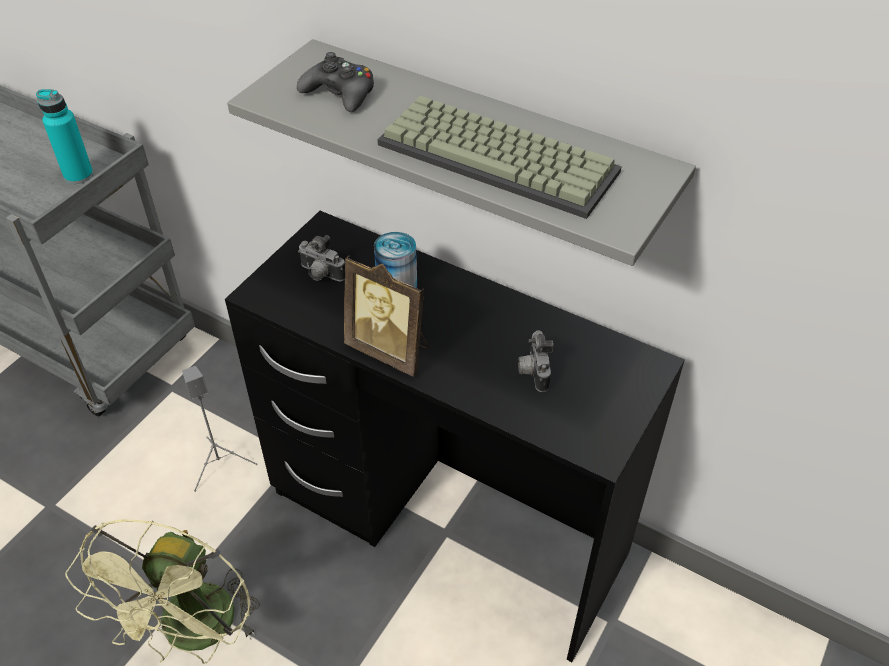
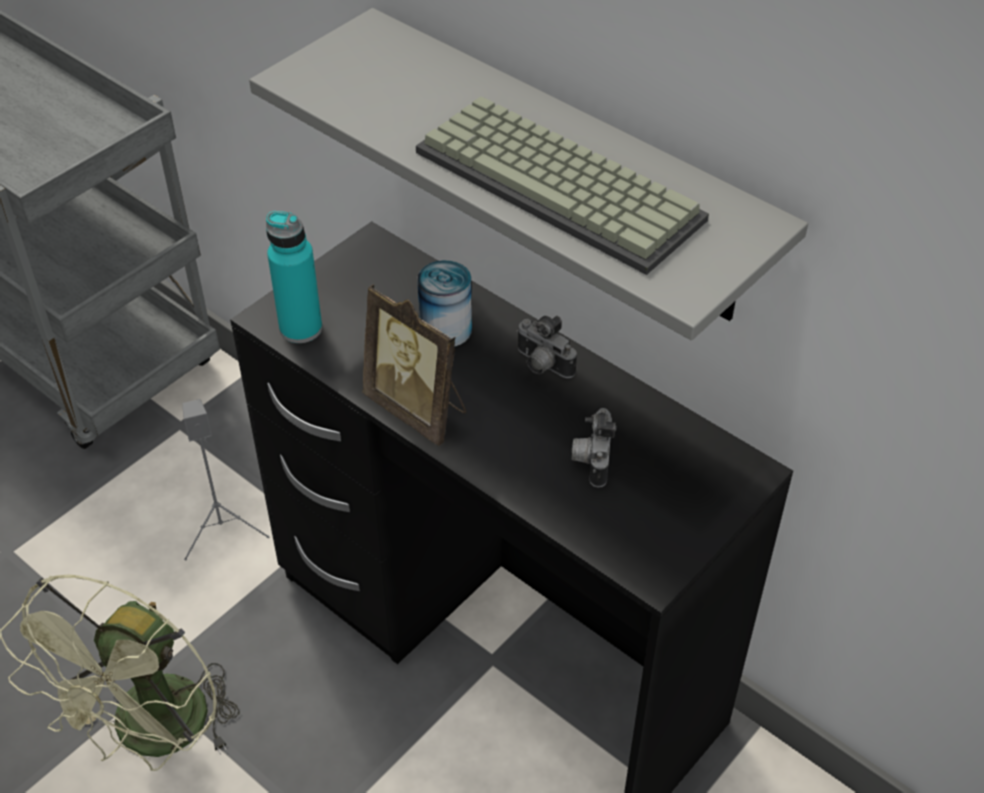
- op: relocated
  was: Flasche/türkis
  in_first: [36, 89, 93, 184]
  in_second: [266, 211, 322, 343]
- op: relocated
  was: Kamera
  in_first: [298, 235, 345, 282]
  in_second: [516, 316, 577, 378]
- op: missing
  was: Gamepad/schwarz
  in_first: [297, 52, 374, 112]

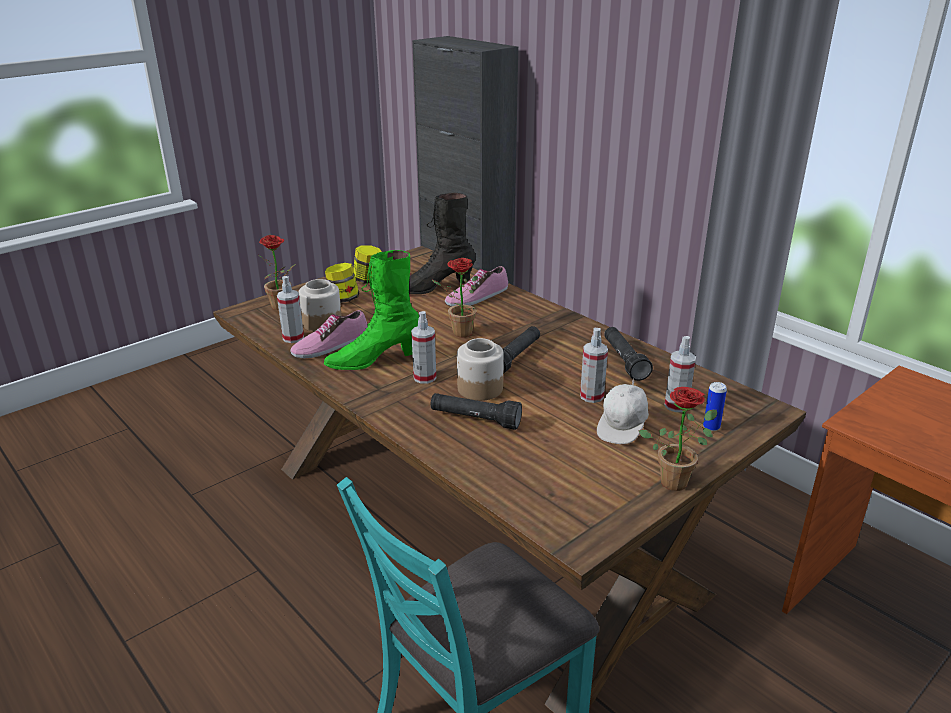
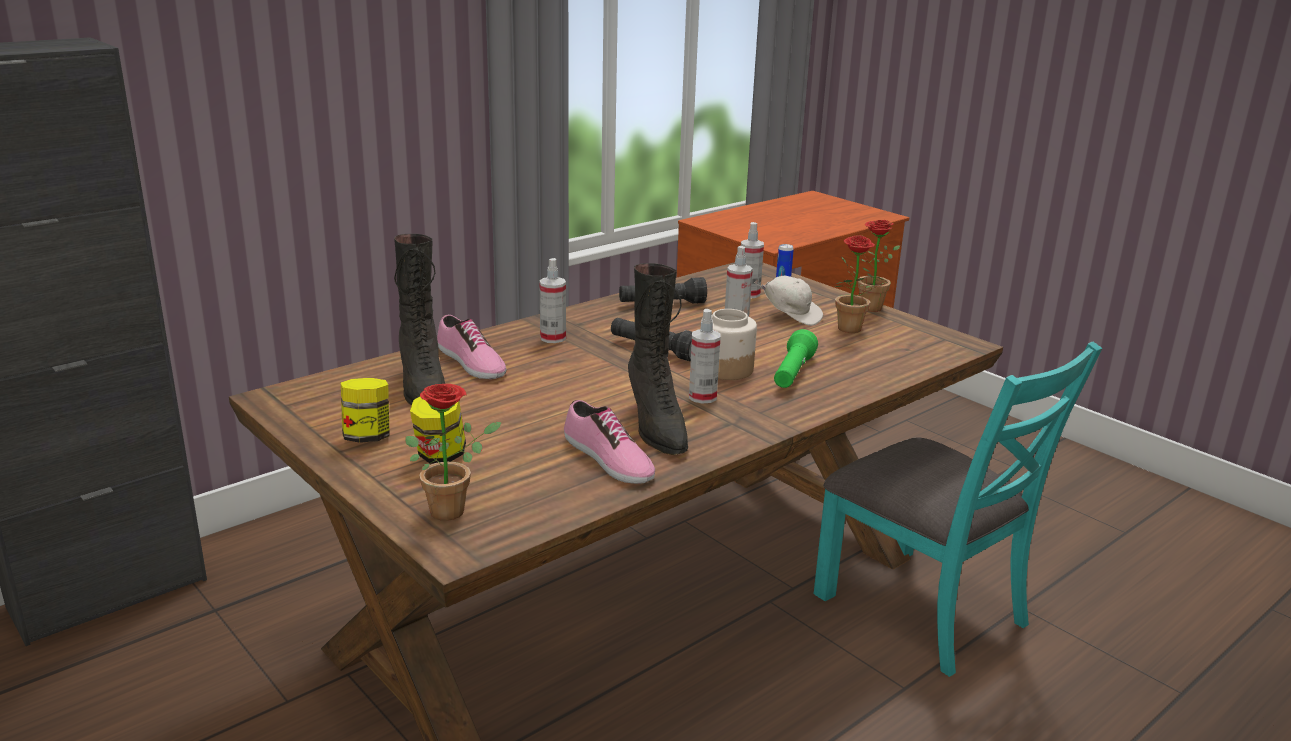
- op: relocated
  was: Sprühflasche
  in_first: [277, 276, 304, 343]
  in_second: [540, 258, 566, 343]
- op: colour
  was: Stiefel/grün
  now: Stiefel/schwarz
  in_first: [324, 250, 419, 370]
  in_second: [628, 263, 688, 455]
- op: colour
  was: Taschenlampe/schwarz
  now: Taschenlampe/grün
  in_first: [431, 393, 522, 430]
  in_second: [774, 329, 818, 388]
- op: relocated
  was: Topfpflanze
  in_first: [431, 258, 478, 338]
  in_second: [835, 235, 888, 333]
- op: missing
  was: Vorratsglas
  in_first: [298, 279, 342, 332]

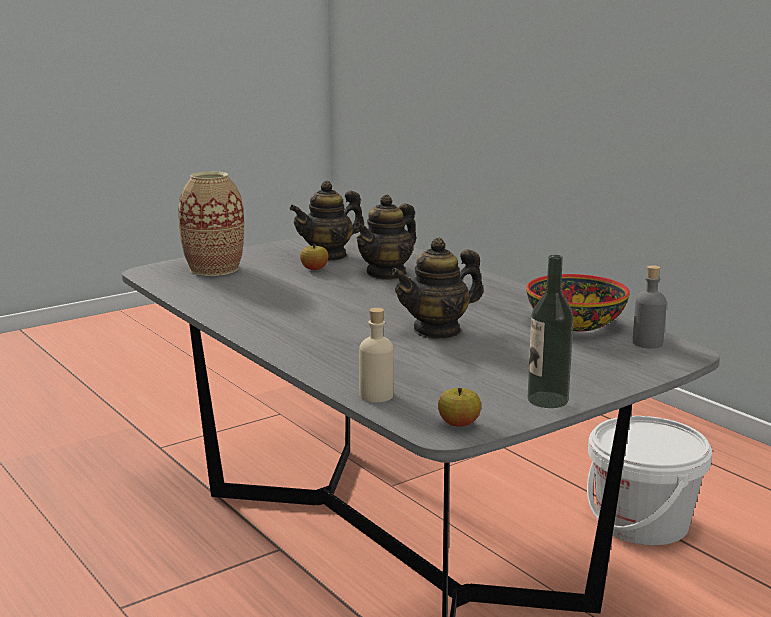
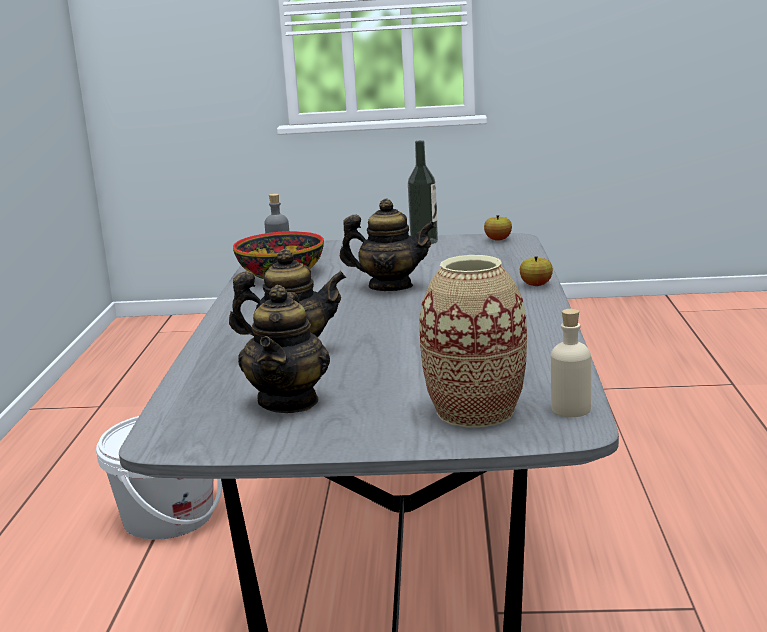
- op: spun
  was: Teekanne
  in_first: [289, 181, 364, 261]
  in_second: [238, 285, 330, 413]
  clockwise: 90
- op: relocated
  was: Apfel
  in_first: [300, 244, 328, 270]
  in_second: [520, 256, 553, 286]
- op: relocated
  was: Flasche/beige
  in_first: [359, 308, 394, 402]
  in_second: [551, 309, 591, 417]

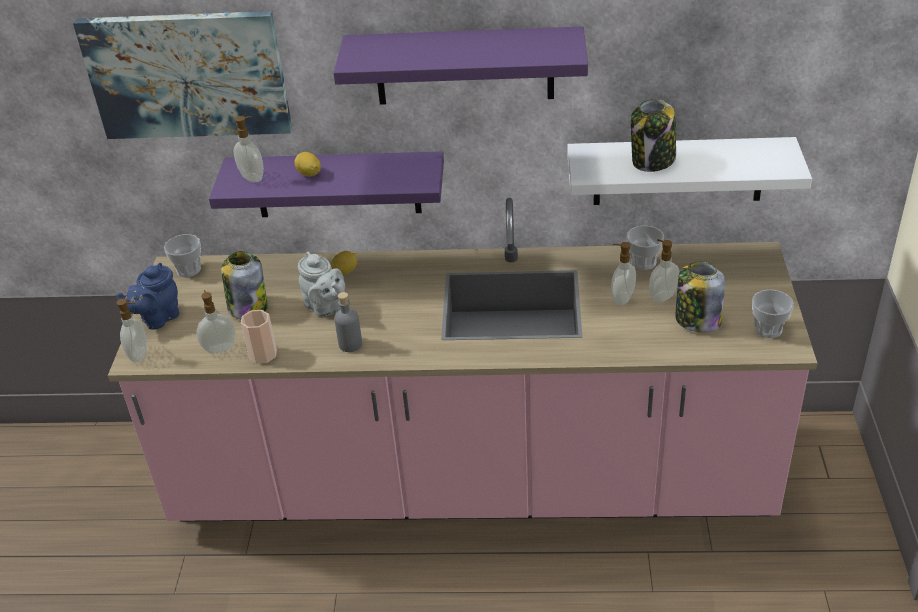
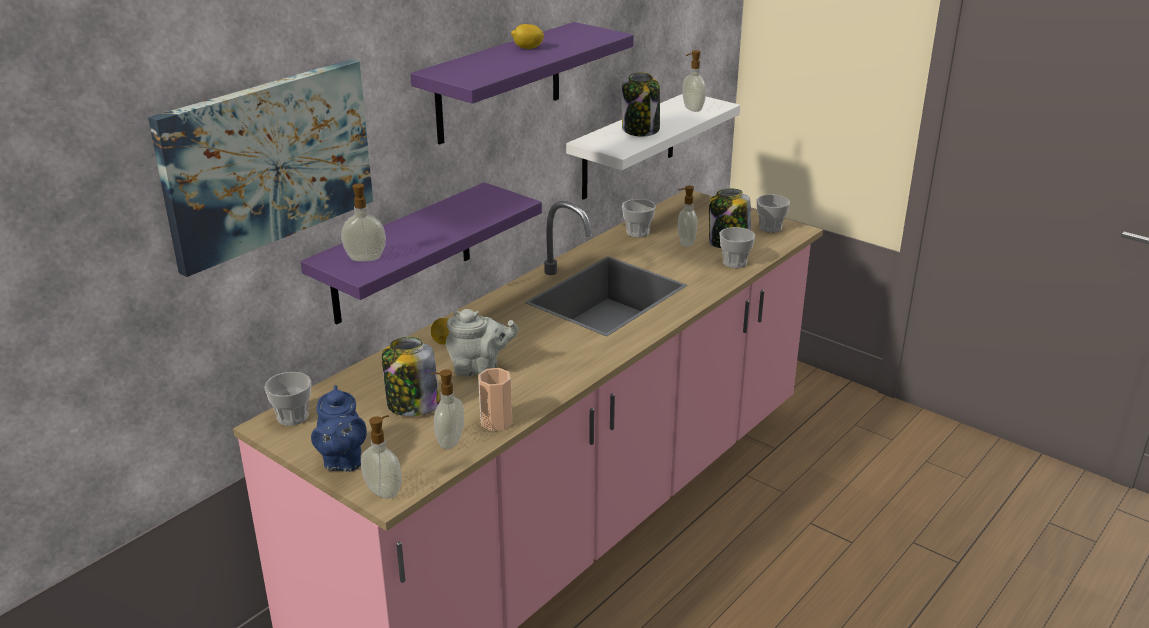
- op: relocated
  was: Zitrone
  in_first: [294, 152, 321, 177]
  in_second: [511, 24, 544, 49]
- op: relocated
  was: Seifenspender
  in_first: [611, 242, 636, 305]
  in_second: [682, 50, 706, 112]
- op: appeared
  now: Tasse
  in_second: [720, 227, 755, 268]
- op: missing
  was: Flasche/grau
  in_first: [334, 292, 362, 352]

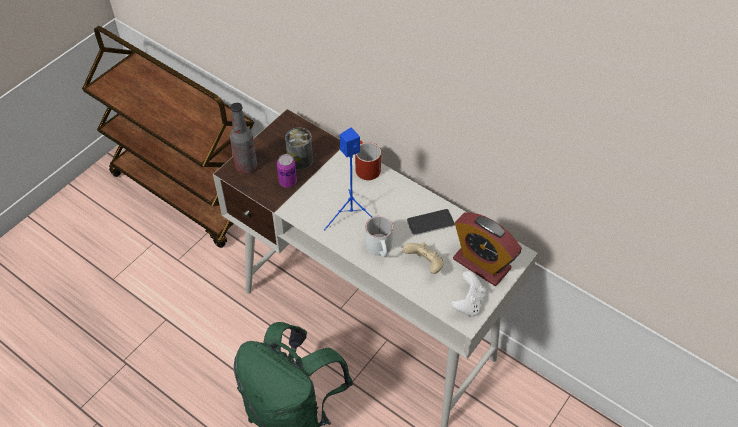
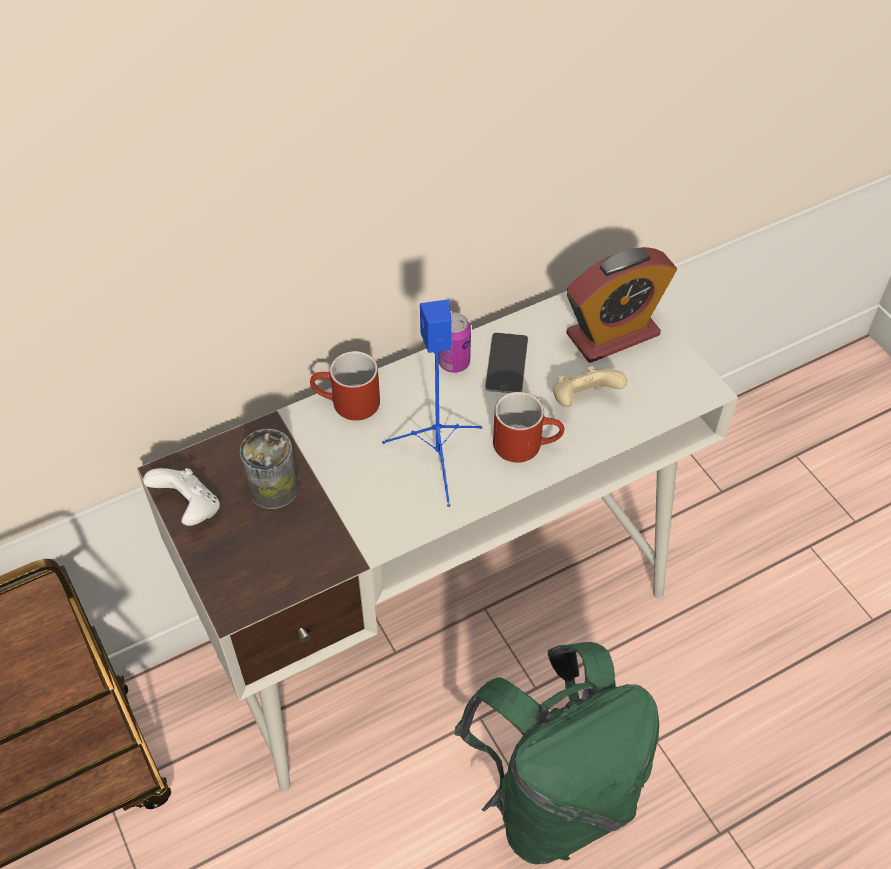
- op: relocated
  was: Gamepad/weiß
  in_first: [451, 271, 486, 316]
  in_second: [143, 468, 220, 526]
- op: relocated
  was: Dose
  in_first: [277, 154, 297, 188]
  in_second: [439, 313, 471, 373]
- op: colour
  was: Henkelbecher/weiß
  now: Henkelbecher/rot
  in_first: [365, 216, 393, 257]
  in_second: [493, 392, 564, 463]
- op: missing
  was: Flasche
  in_first: [230, 103, 257, 174]

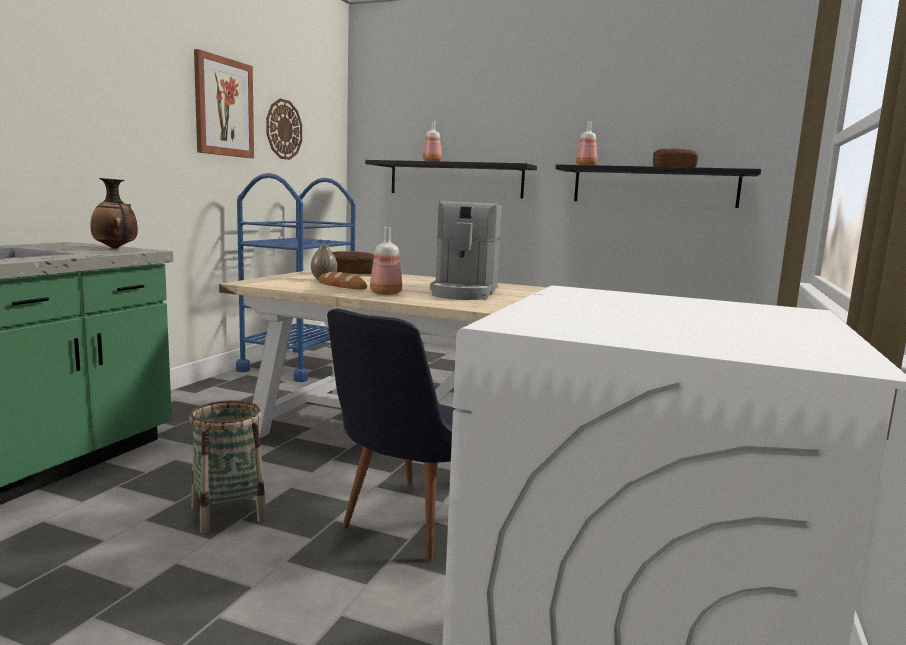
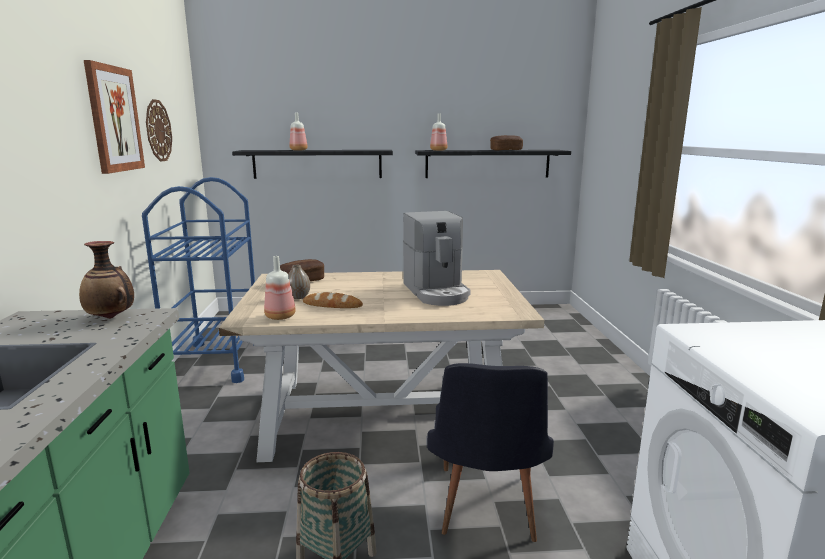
- op: relocated
  was: Flasche
  in_first: [370, 227, 402, 295]
  in_second: [264, 256, 296, 320]

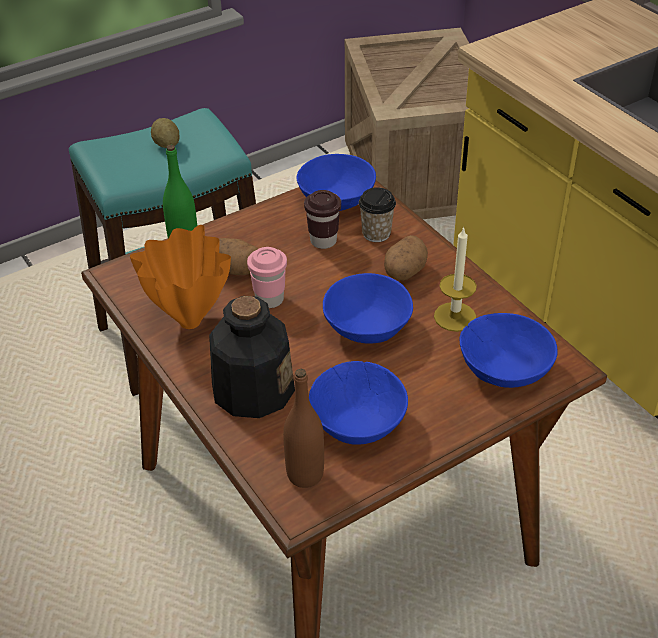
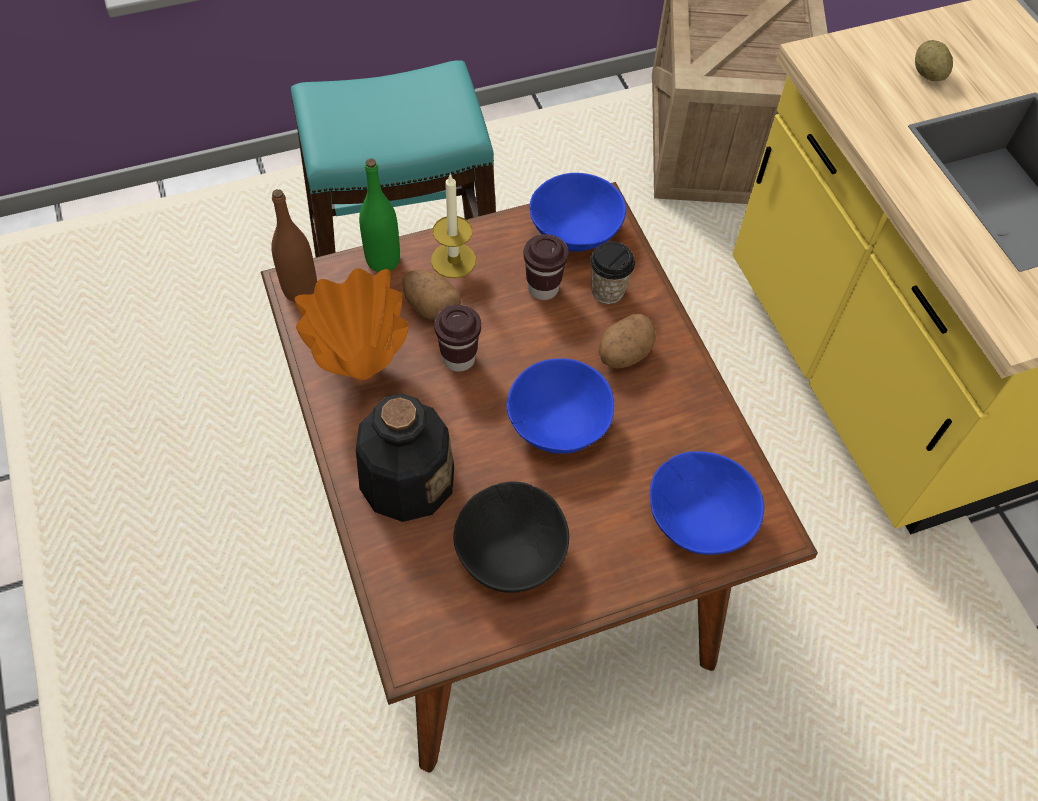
- op: relocated
  was: Flasche/braun
  in_first: [283, 369, 324, 488]
  in_second: [271, 189, 317, 302]
- op: relocated
  was: Kerze
  in_first: [434, 226, 477, 332]
  in_second: [431, 173, 476, 278]
- op: colour
  was: Tasse/rosa
  now: Tasse/braun
  in_first: [247, 247, 287, 308]
  in_second: [434, 305, 481, 372]
- op: colour
  was: Schüssel/blau
  now: Schüssel/schwarz
  in_first: [309, 361, 408, 445]
  in_second: [453, 481, 569, 593]
- op: relocated
  was: Kartoffel
  in_first: [151, 118, 180, 148]
  in_second: [915, 40, 953, 81]

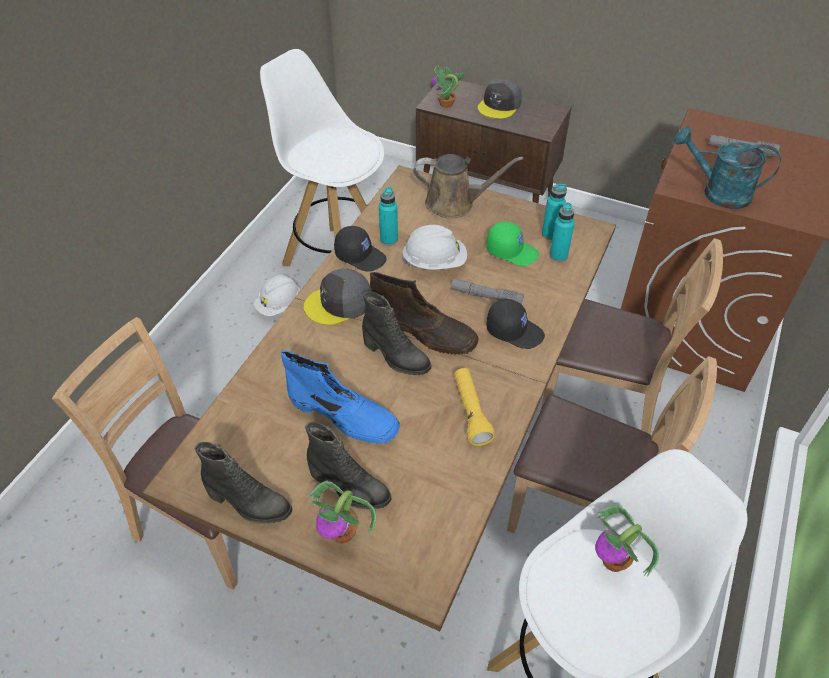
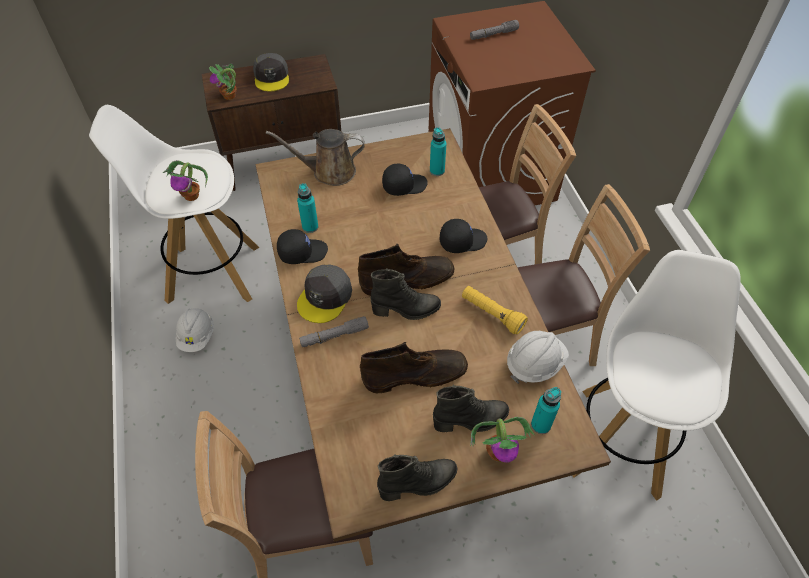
- op: relocated
  was: Topfpflanze
  in_first: [594, 505, 659, 576]
  in_second: [163, 160, 208, 201]
- op: spun
  was: Gießkanne/braun
  in_first: [413, 154, 523, 219]
  in_second: [266, 129, 365, 186]
  clockwise: -150
- op: relocated
  was: Taschenlampe/grau
  in_first: [451, 279, 524, 305]
  in_second: [299, 316, 369, 347]
- op: colour
  was: Stiefel/blau
  now: Stiefel/braun
  in_first: [281, 351, 400, 444]
  in_second: [360, 342, 468, 393]
- op: colour
  was: Kappe/grün
  now: Kappe/schwarz
  in_first: [486, 221, 539, 266]
  in_second: [382, 163, 428, 196]
- op: relocated
  was: Schutzhelm/weiß
  in_first: [402, 225, 467, 270]
  in_second: [507, 331, 569, 384]
- op: relocated
  was: Flasche/türkis
  in_first: [542, 184, 567, 240]
  in_second: [531, 387, 561, 434]
- op: missing
  was: Gießkanne/türkis
  in_first: [674, 127, 781, 209]

